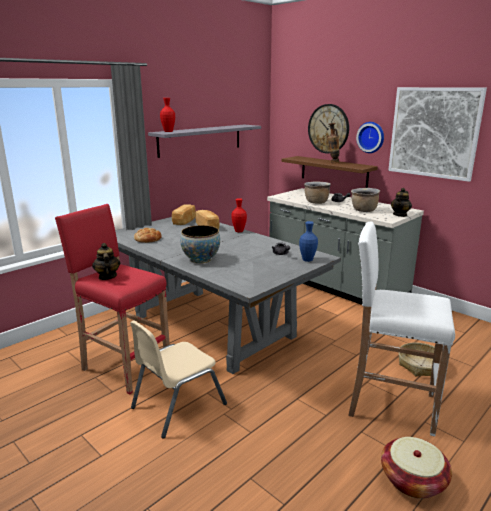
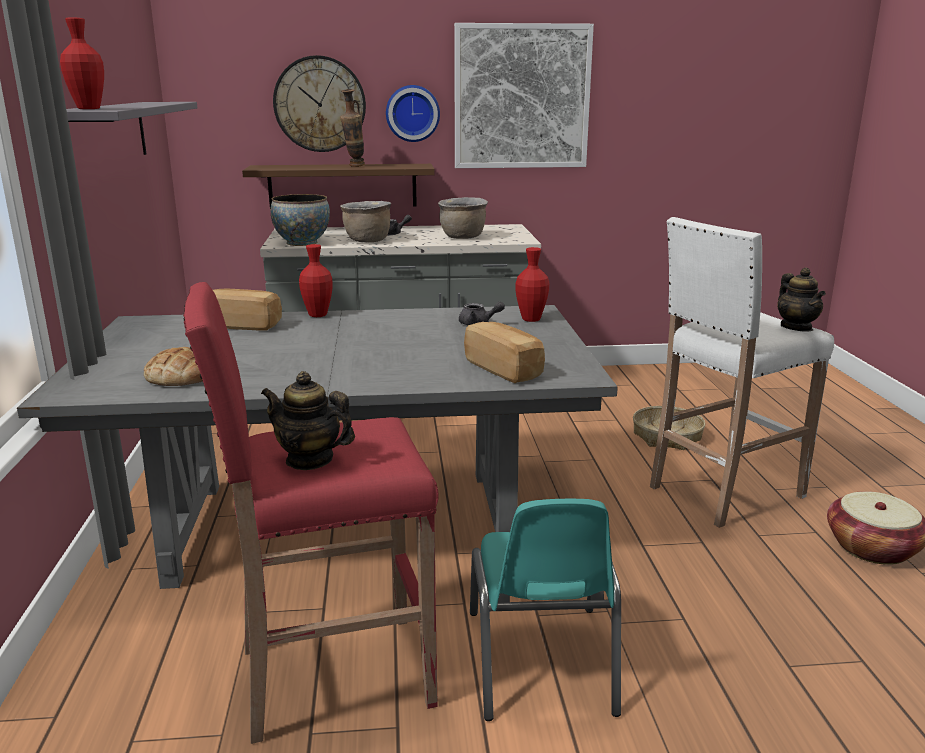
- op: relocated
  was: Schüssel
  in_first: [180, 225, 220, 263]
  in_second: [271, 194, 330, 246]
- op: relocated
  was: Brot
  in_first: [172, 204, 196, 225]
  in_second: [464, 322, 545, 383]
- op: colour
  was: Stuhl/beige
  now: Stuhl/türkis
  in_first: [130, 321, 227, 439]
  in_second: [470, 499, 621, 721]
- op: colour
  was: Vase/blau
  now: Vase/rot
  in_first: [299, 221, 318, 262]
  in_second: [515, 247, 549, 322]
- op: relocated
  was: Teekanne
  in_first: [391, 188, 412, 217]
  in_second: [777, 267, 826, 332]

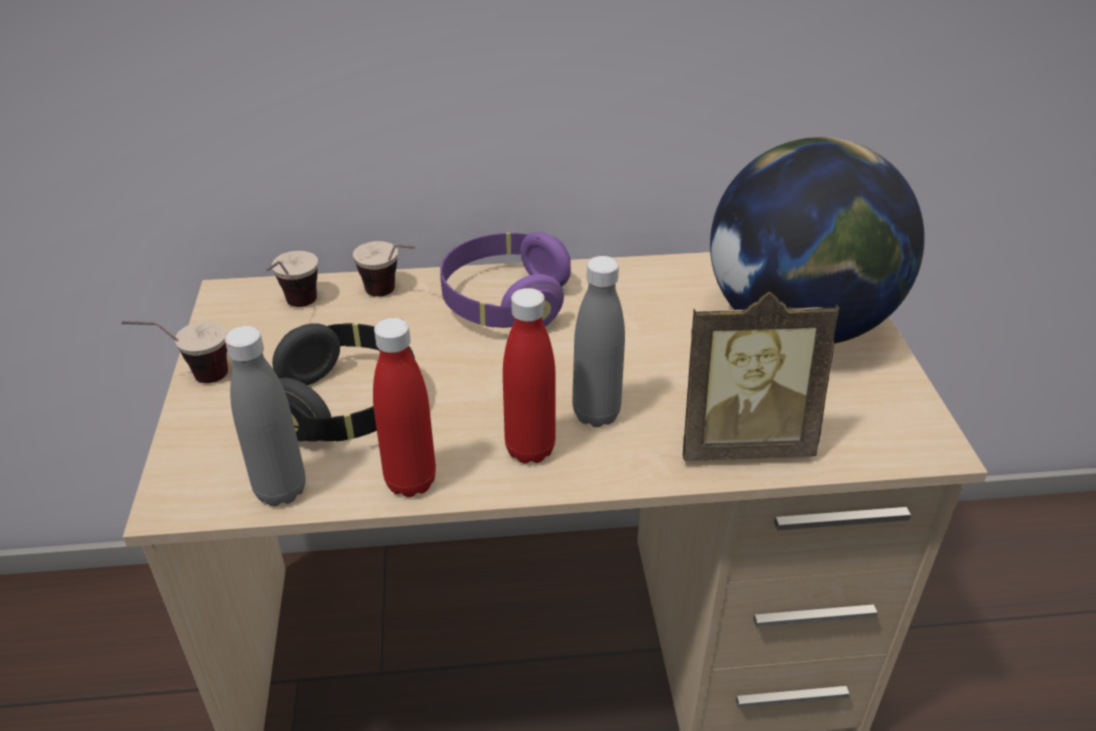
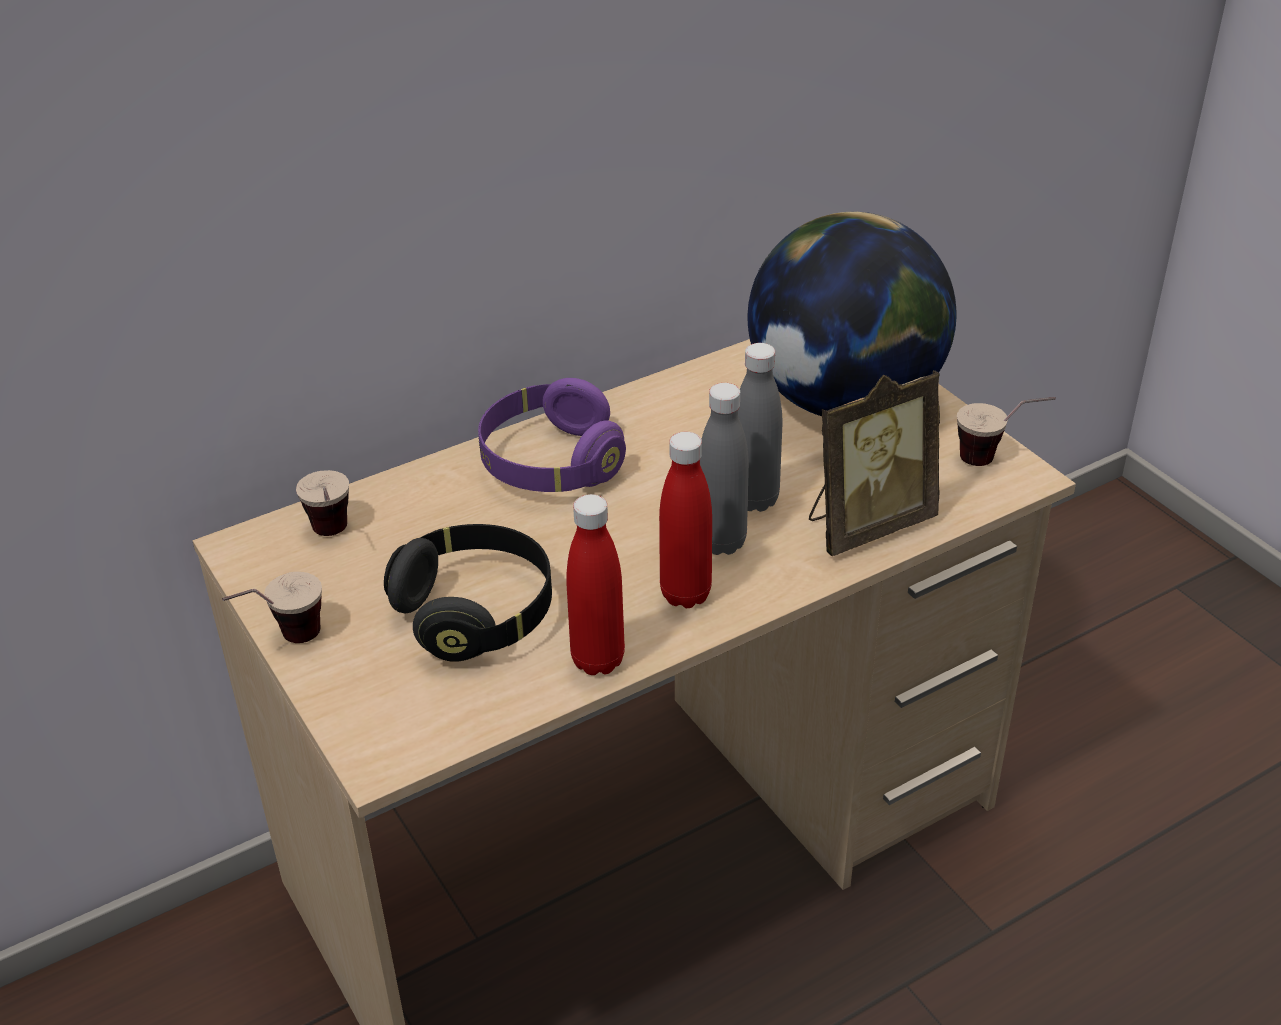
- op: relocated
  was: Flasche/grau
  in_first: [225, 326, 306, 506]
  in_second: [738, 343, 782, 512]
- op: relocated
  was: Tasse
  in_first: [353, 241, 415, 297]
  in_second: [957, 397, 1056, 466]

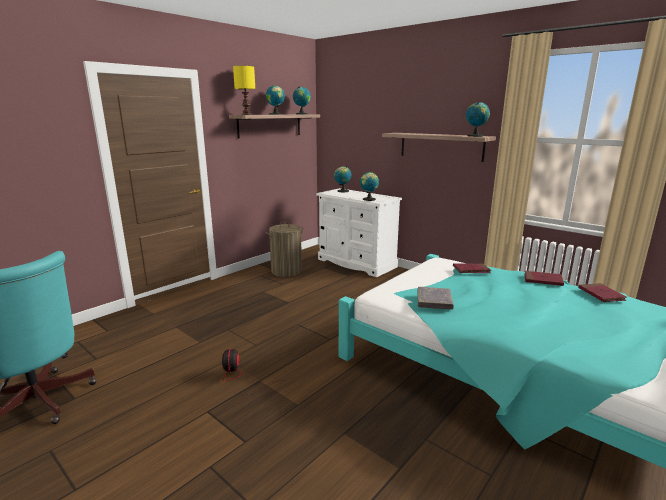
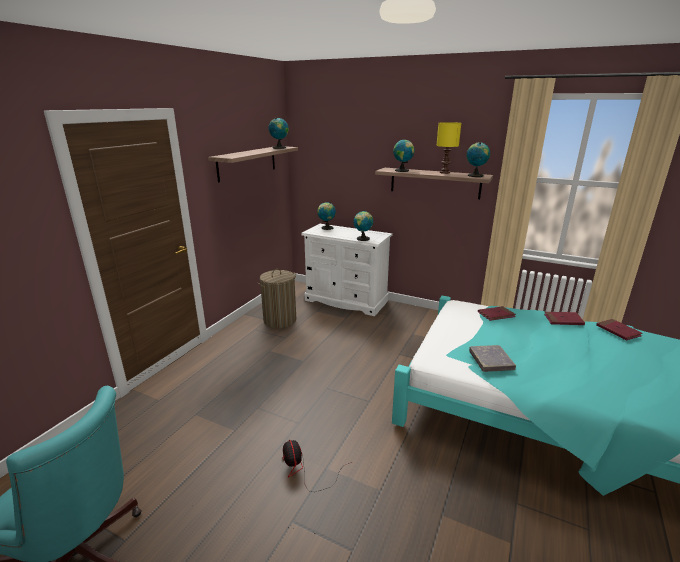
- op: relocated
  was: Globus
  in_first: [266, 86, 285, 115]
  in_second: [393, 139, 415, 172]
- op: relocated
  was: Tischlampe/gelb
  in_first: [233, 66, 255, 115]
  in_second: [436, 122, 461, 174]

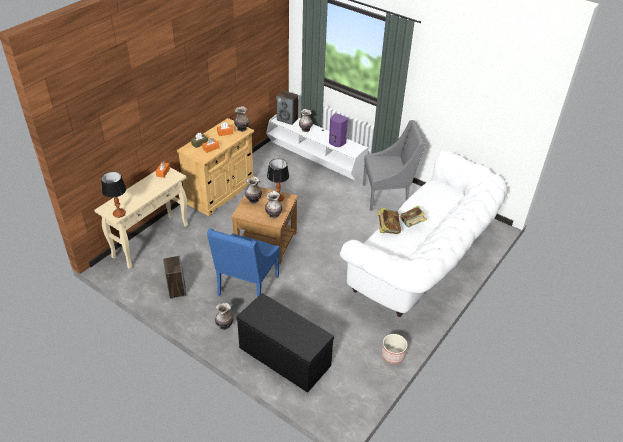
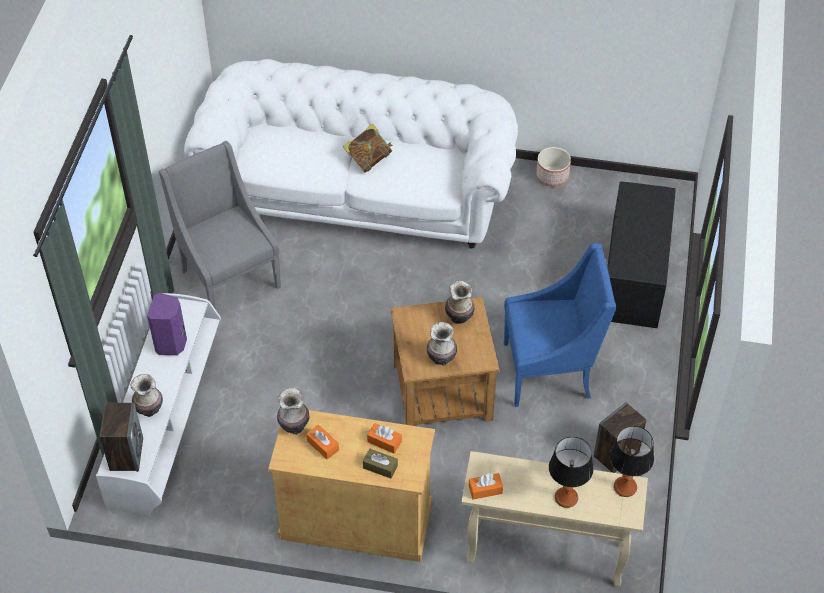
- op: relocated
  was: Tischlampe
  in_first: [267, 159, 289, 202]
  in_second: [549, 437, 594, 508]
- op: missing
  was: Vase
  in_first: [215, 303, 233, 330]
- op: missing
  was: Buch
  in_first: [377, 208, 401, 234]

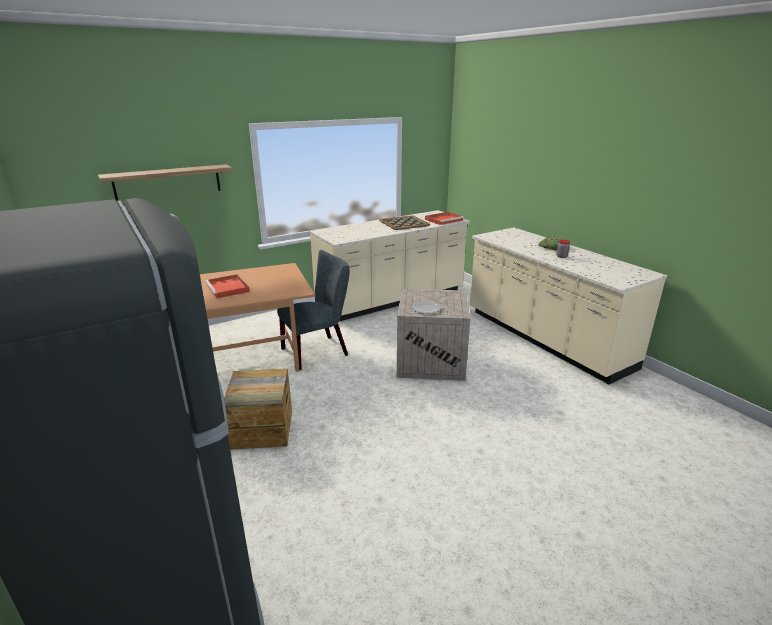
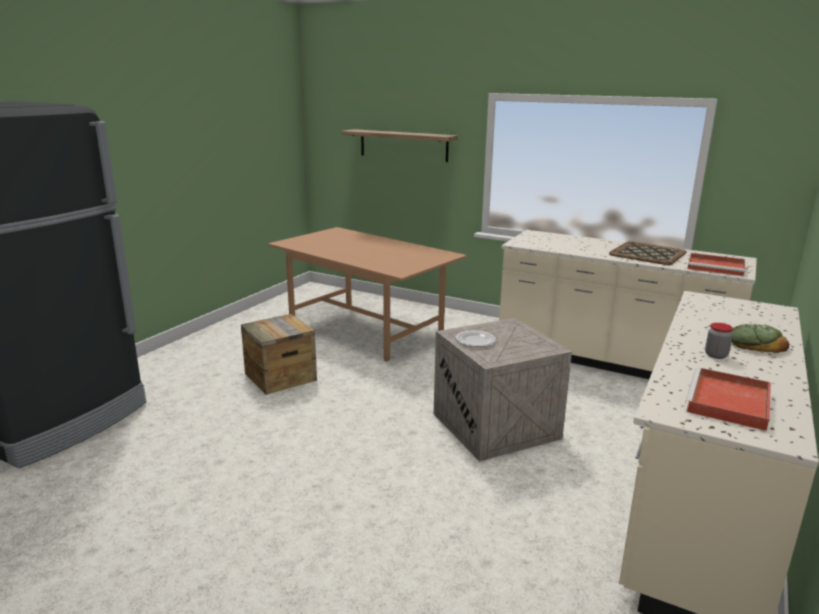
- op: relocated
  was: Tablett/rot
  in_first: [205, 274, 250, 299]
  in_second: [685, 367, 771, 431]
- op: missing
  was: Stuhl/grau
  in_first: [277, 250, 350, 370]

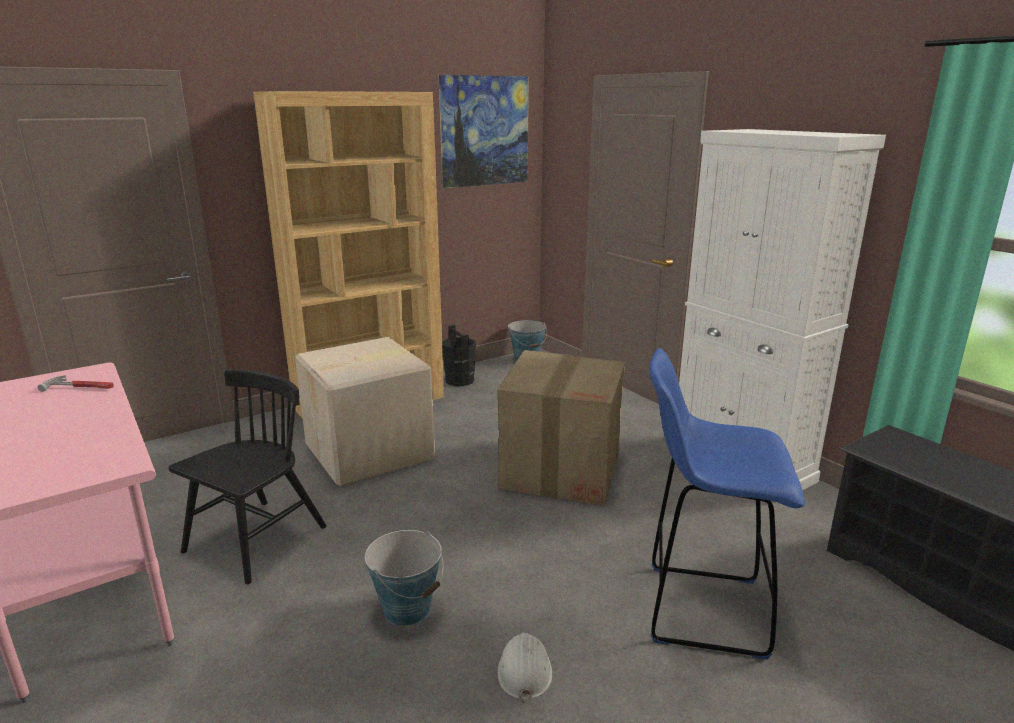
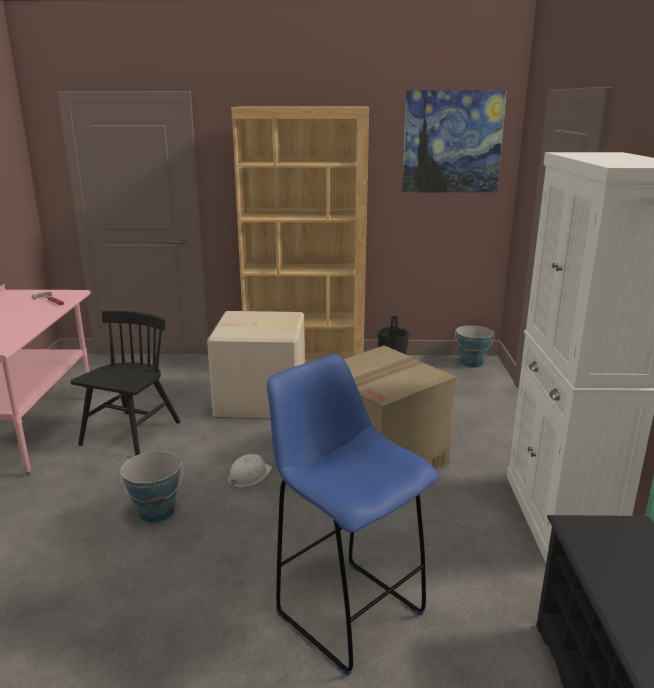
- op: spun
  was: Stuhl/schwarz
  in_first: [169, 369, 327, 584]
  in_second: [70, 310, 181, 456]
  clockwise: -45
- op: relocated
  was: Schutzhelm/weiß
  in_first: [497, 632, 553, 703]
  in_second: [228, 454, 272, 487]

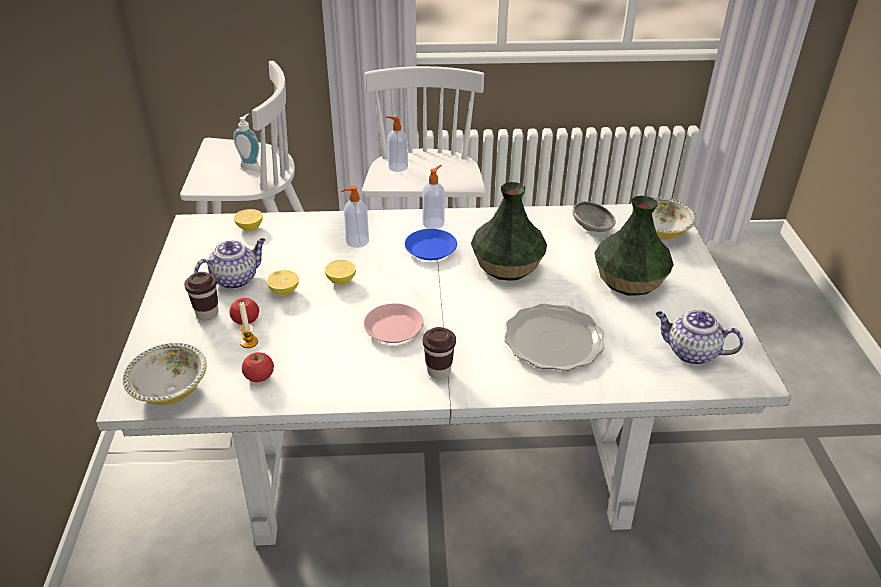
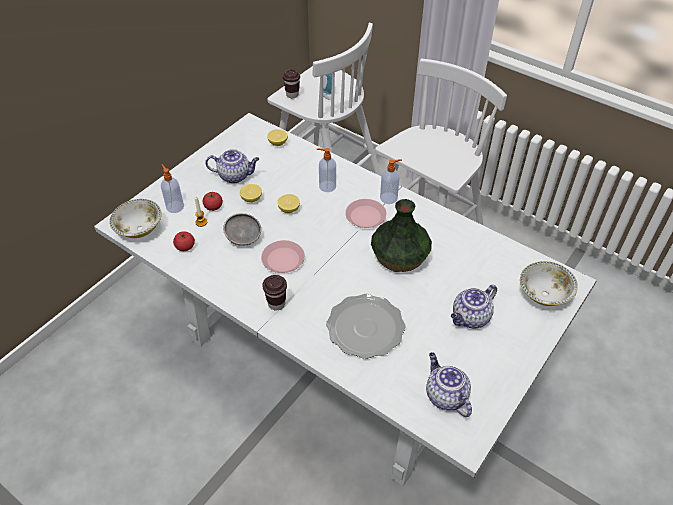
- op: relocated
  was: Seifenspender
  in_first: [385, 116, 408, 172]
  in_second: [161, 164, 184, 213]
- op: relocated
  was: Schüssel/grau
  in_first: [573, 201, 616, 232]
  in_second: [223, 213, 261, 246]
- op: relocated
  was: Tasse/braun
  in_first: [184, 272, 219, 320]
  in_second: [283, 69, 300, 98]
- op: colour
  was: Teller/blau
  now: Teller/rosa
  in_first: [405, 229, 457, 260]
  in_second: [345, 199, 386, 228]
- op: exchanged
  was: Vase
  now: Teekanne
  in_first: [594, 196, 674, 296]
  in_second: [451, 284, 497, 328]

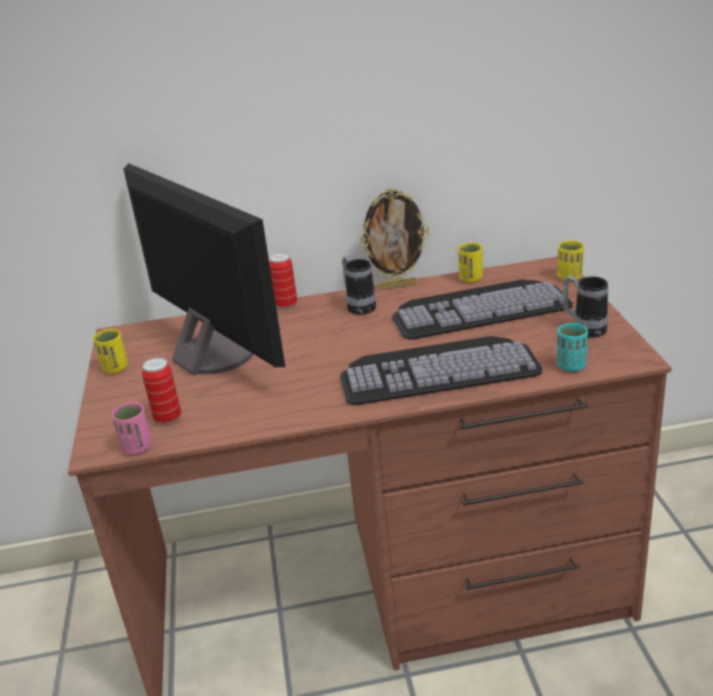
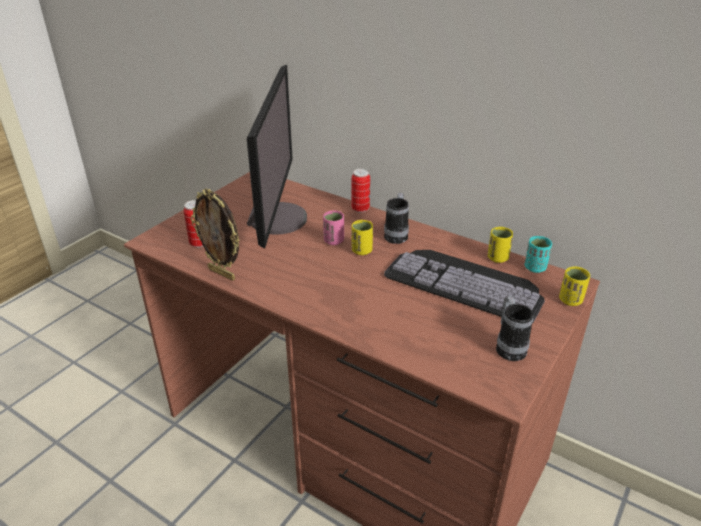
- op: relocated
  was: Bilderrahmen
  in_first: [359, 188, 429, 290]
  in_second: [191, 189, 240, 281]
- op: relocated
  was: Tasse/rosa
  in_first: [112, 402, 152, 455]
  in_second: [323, 211, 344, 245]
- op: relocated
  was: Tasse/gelb
  in_first: [93, 329, 128, 374]
  in_second: [351, 220, 373, 255]
- op: relocated
  was: Tasse/türkis
  in_first: [557, 323, 588, 372]
  in_second: [525, 236, 552, 273]
- op: missing
  was: Tastatur
  in_first: [340, 336, 543, 405]

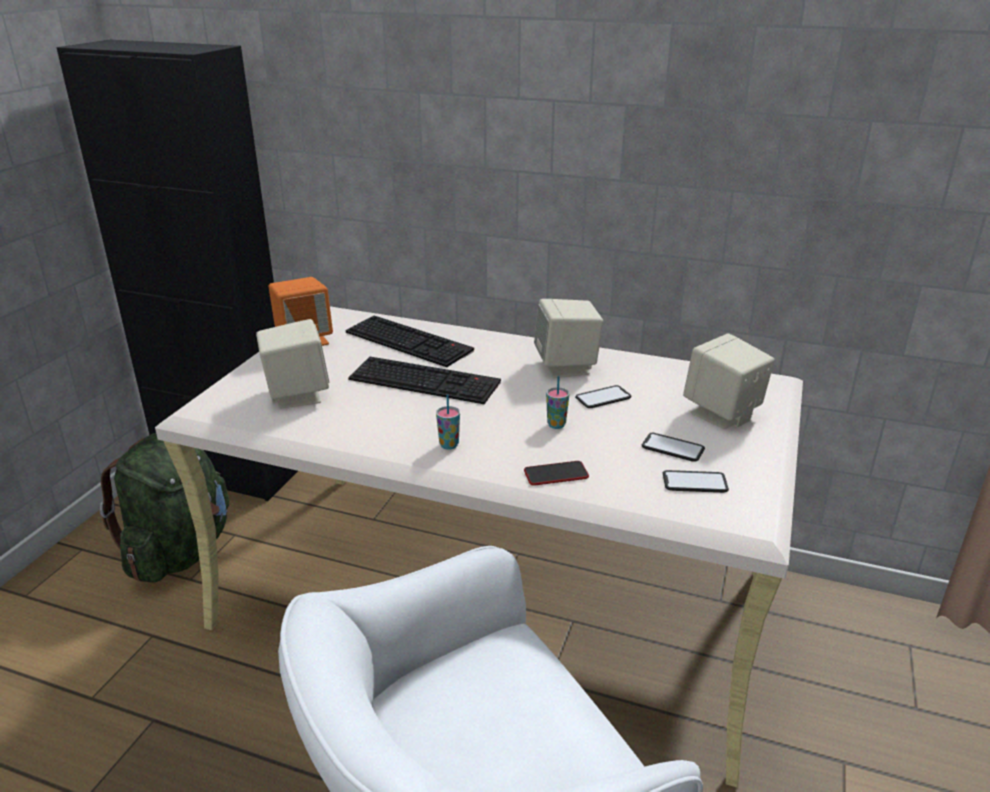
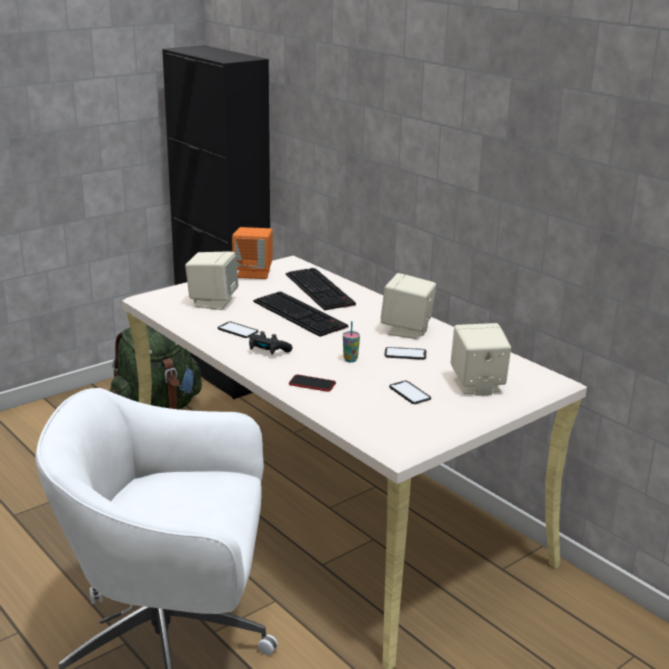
- op: relocated
  was: Handy
  in_first: [663, 470, 729, 493]
  in_second: [218, 321, 259, 338]
- op: exchanged
  was: Tasse
  now: Gamepad/schwarz
  in_first: [436, 394, 460, 450]
  in_second: [249, 331, 292, 355]

